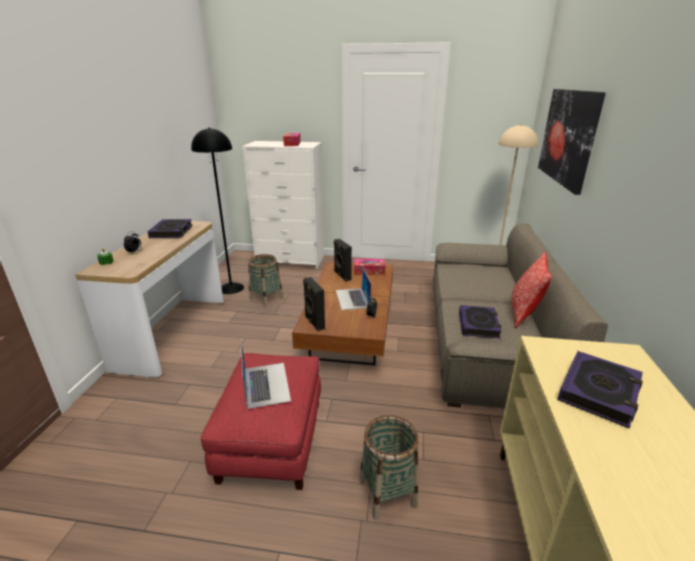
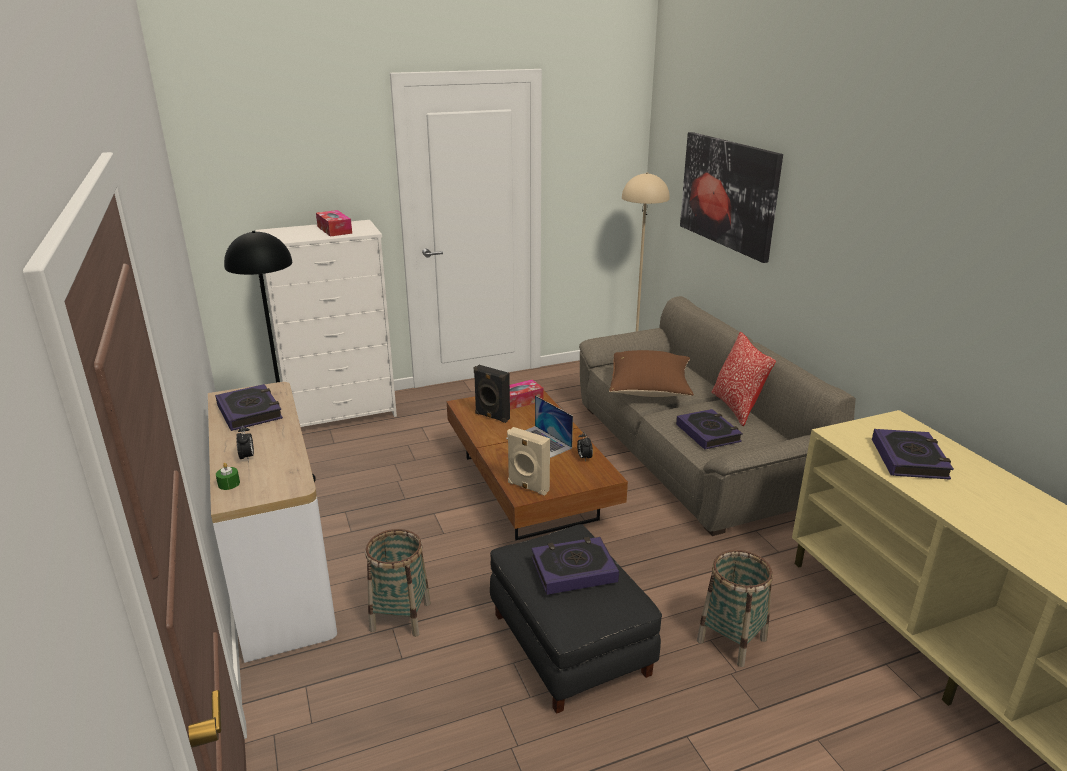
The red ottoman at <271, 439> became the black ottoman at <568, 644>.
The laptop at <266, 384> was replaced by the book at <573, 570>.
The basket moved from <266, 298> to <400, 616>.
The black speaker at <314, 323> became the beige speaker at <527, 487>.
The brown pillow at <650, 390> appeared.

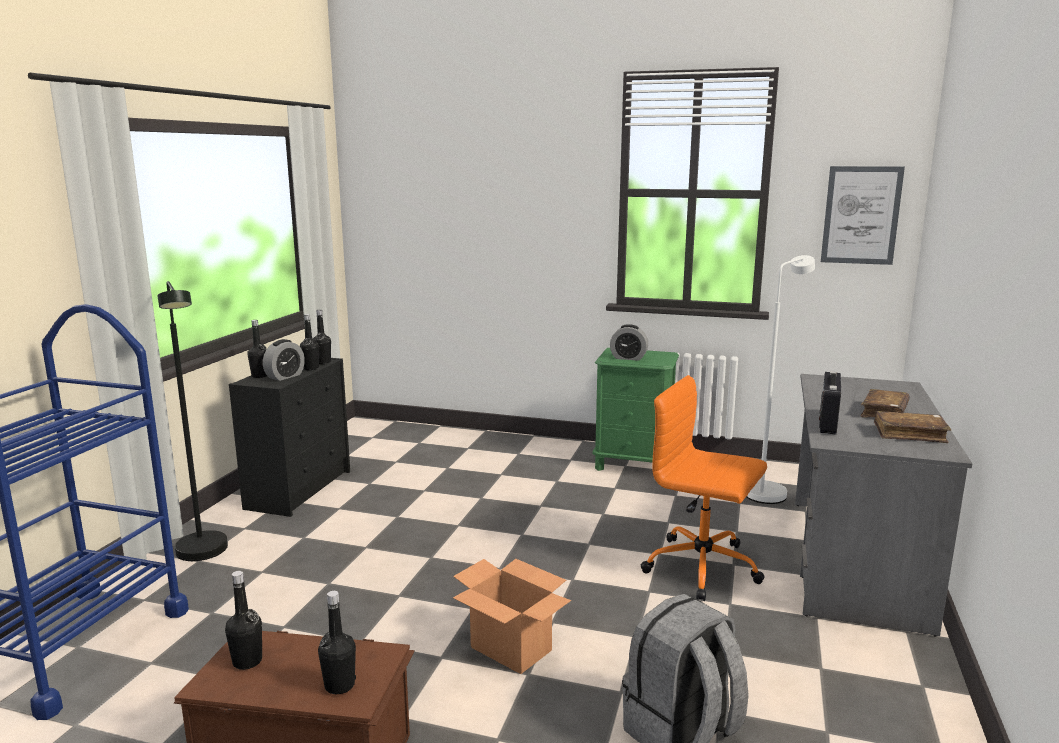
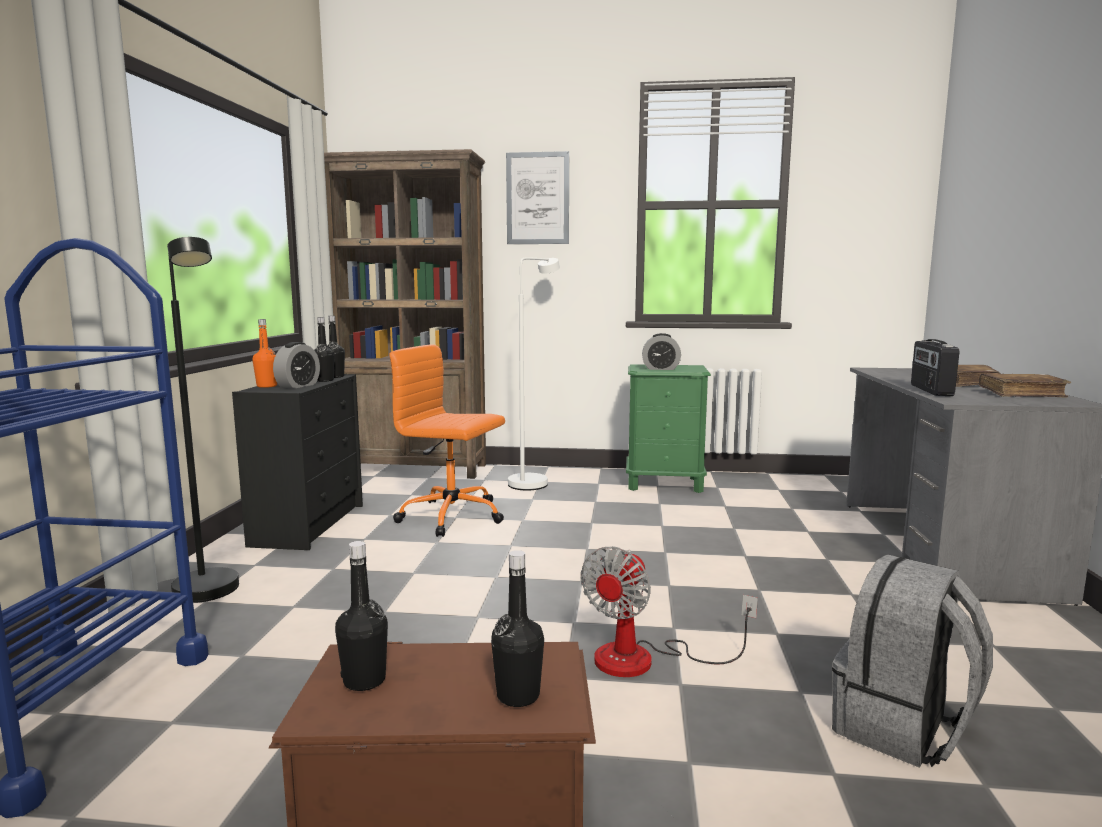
The black bottle at <260, 376> became the orange bottle at <267, 386>.
The cardboard box at <512, 649> was replaced by the fan at <644, 659>.
The orange office chair moved from <703, 568> to <453, 517>.
The white floor lamp moved from <769, 491> to <533, 481>.
The picture moved from <861, 215> to <537, 198>.
The brown bookcase at <415, 469> appeared.

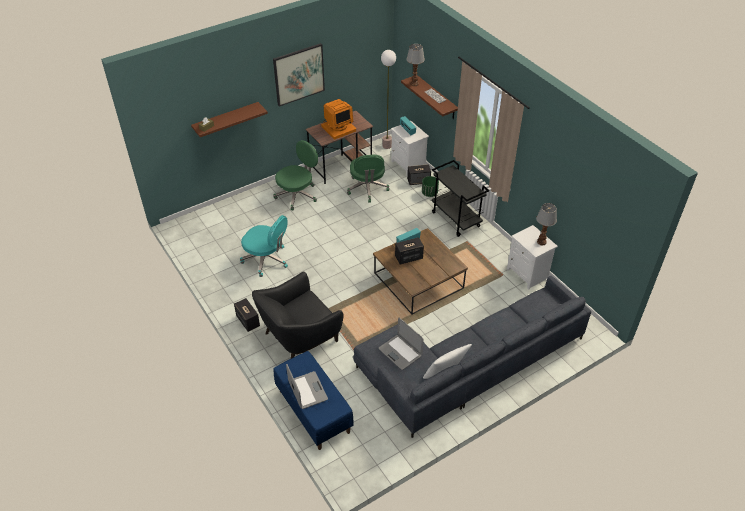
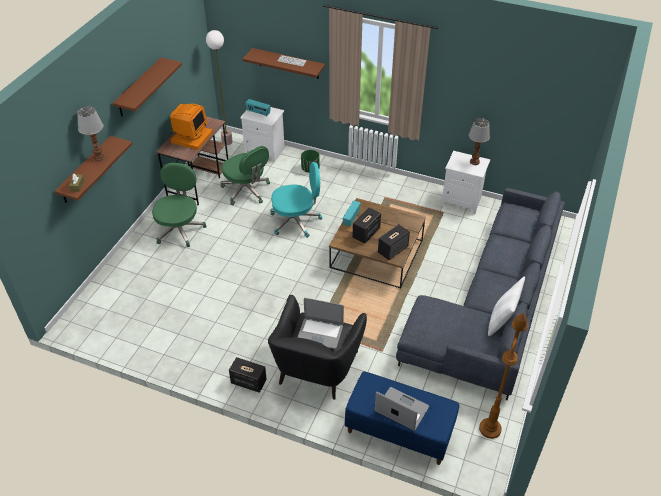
The turquoise office chair moved from <266, 260> to <296, 221>.
The picture at <299, 74> was replaced by the brown shelf at <139, 88>.
The laptop moved from <400, 352> to <320, 333>.
The table lamp moved from <414, 84> to <99, 158>.
The speaker moved from <419, 181> to <393, 249>.
The black cart at <456, 219> disappeared.
The brown floor lamp at <490, 429> appeared.

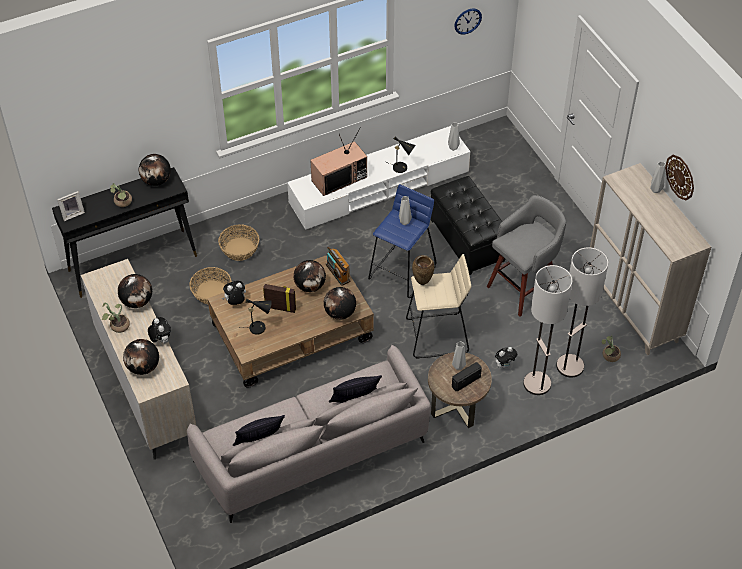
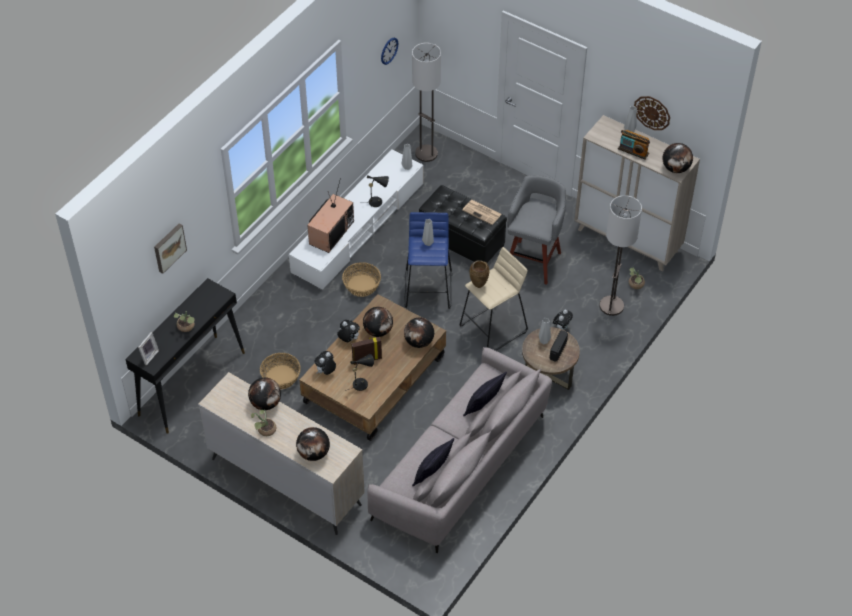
The globe moved from <156, 181> to <676, 168>.
The plush toy moved from <161, 340> to <348, 339>.
The basket moved from <240, 249> to <362, 285>.
The radio moved from <337, 273> to <633, 151>.
The floor lamp moved from <537, 383> to <426, 153>.
The picture at <169, 247> appeared.
The newspaper at <482, 212> appeared.

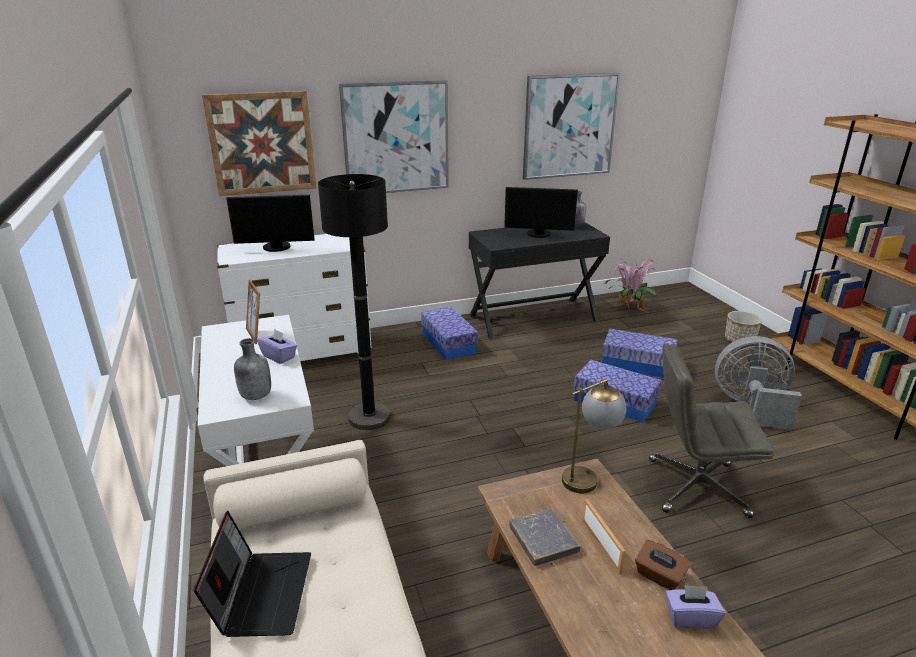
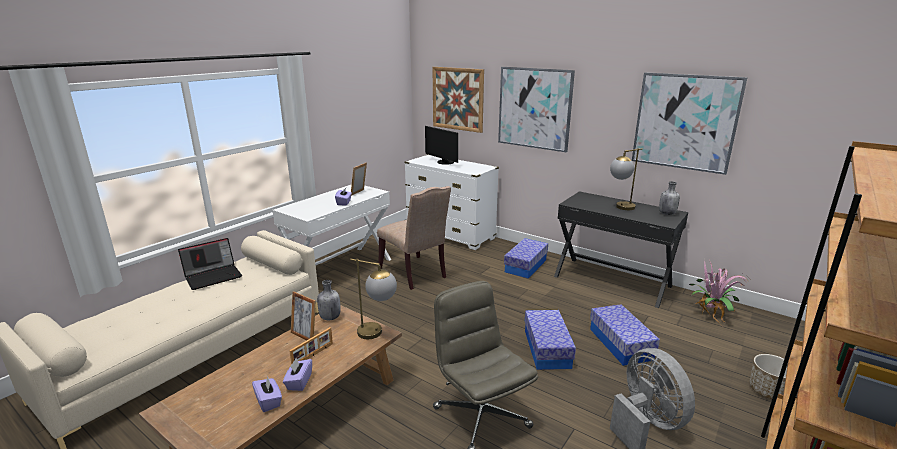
The grey bottle moved from <255, 396> to <330, 317>.
The black floor lamp at <369, 417> was replaced by the beige chair at <415, 274>.
The monitor at <539, 234> was replaced by the table lamp at <620, 208>.
The grey book at <543, 540> was replaced by the picture frame at <305, 335>.
The brown tissue box at <659, 576> became the purple tissue box at <299, 382>.

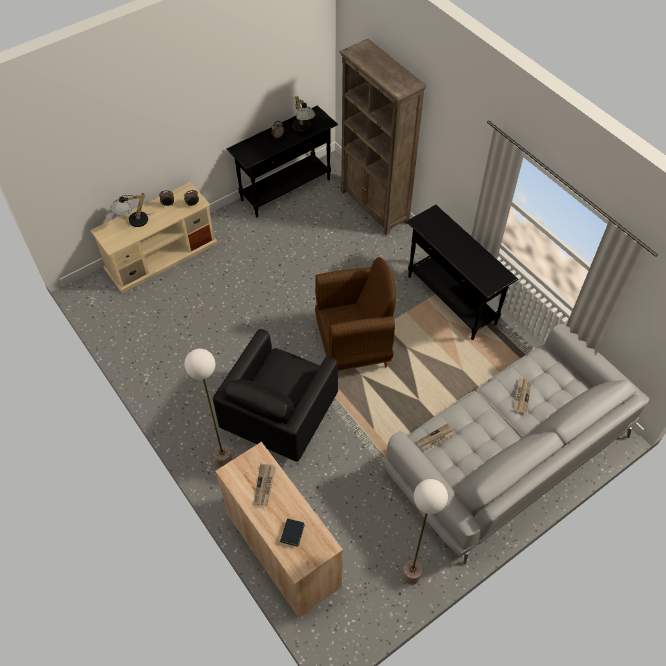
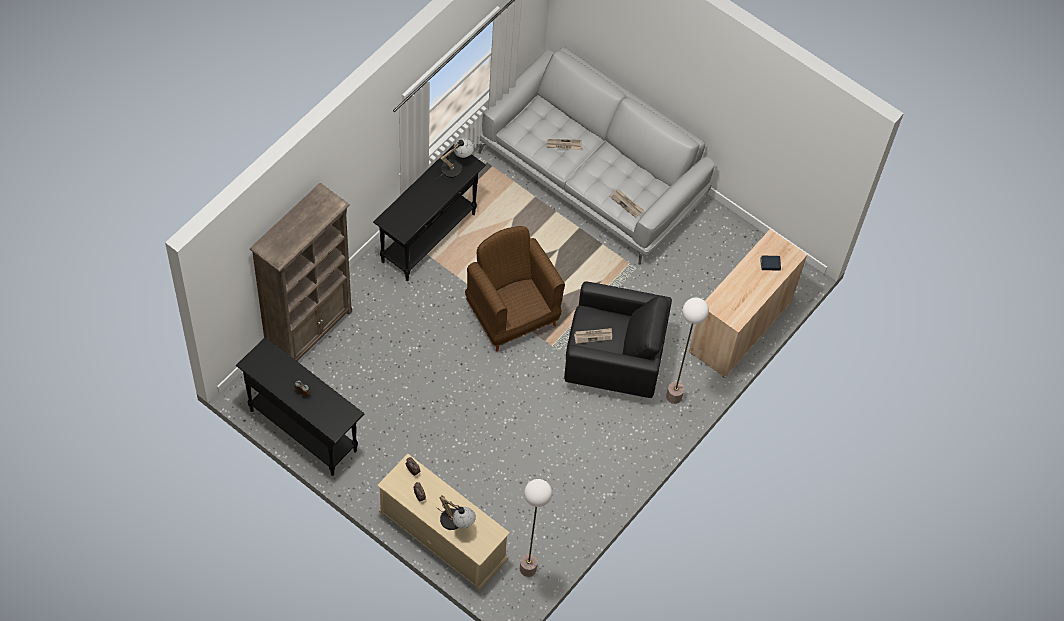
The newspaper moved from <264, 485> to <593, 336>.
The table lamp moved from <303, 129> to <456, 166>.
The floor lamp moved from <411, 575> to <527, 569>.

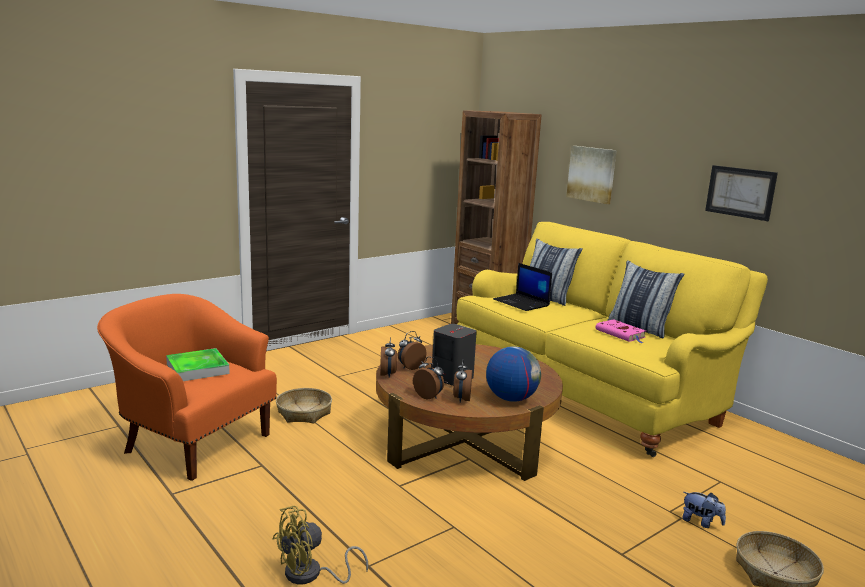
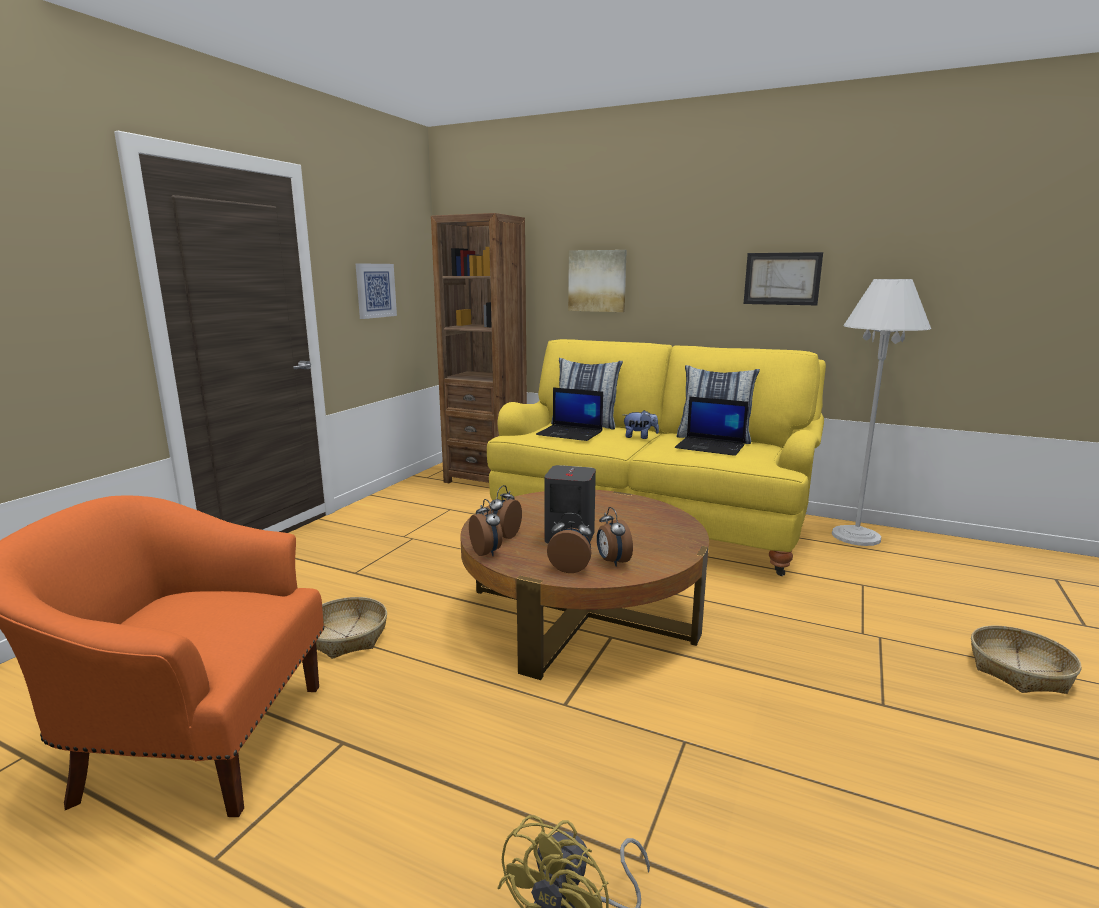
The tray at <197, 369> disappeared.
The globe at <511, 398> disappeared.
The pink book at <621, 334> was replaced by the laptop at <711, 446>.
The plush toy moved from <701, 522> to <639, 437>.
The picture at <375, 290> appeared.
The white floor lamp at <856, 536> appeared.

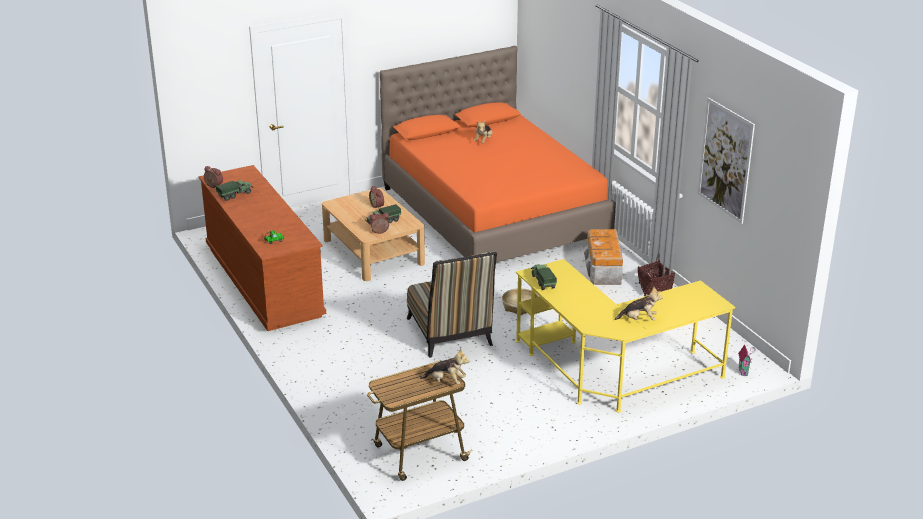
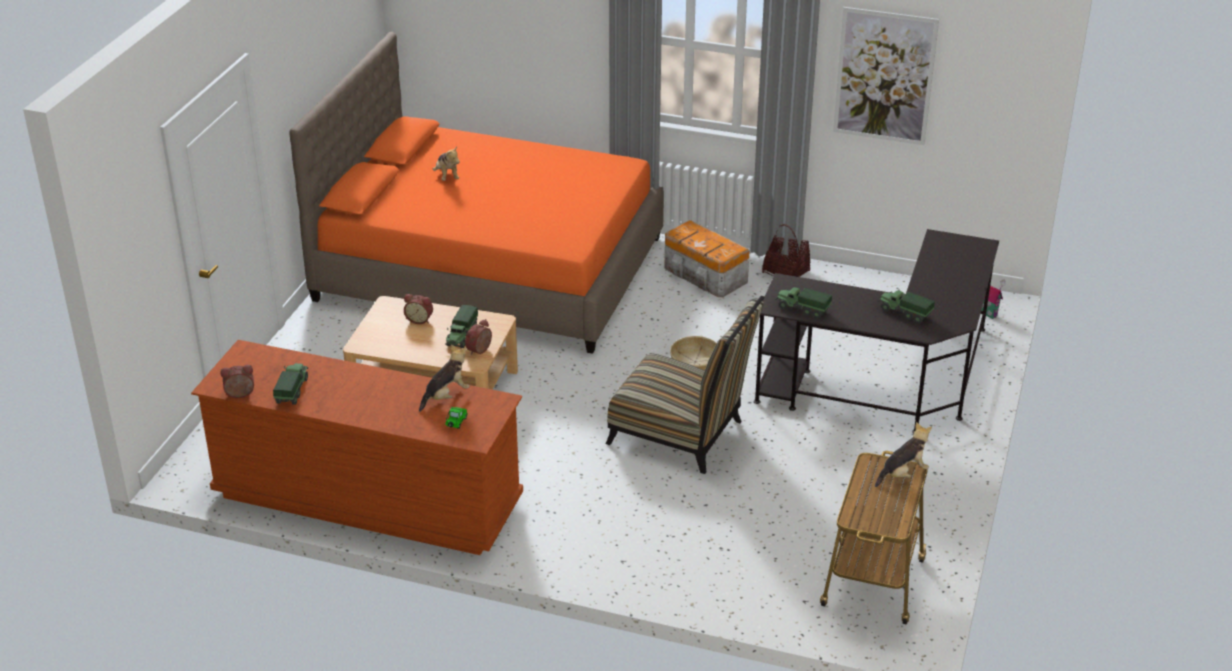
The yellow desk at <613, 372> became the black desk at <890, 381>.
The plush toy moved from <639, 319> to <446, 396>.
The toy truck at <904, 313> appeared.

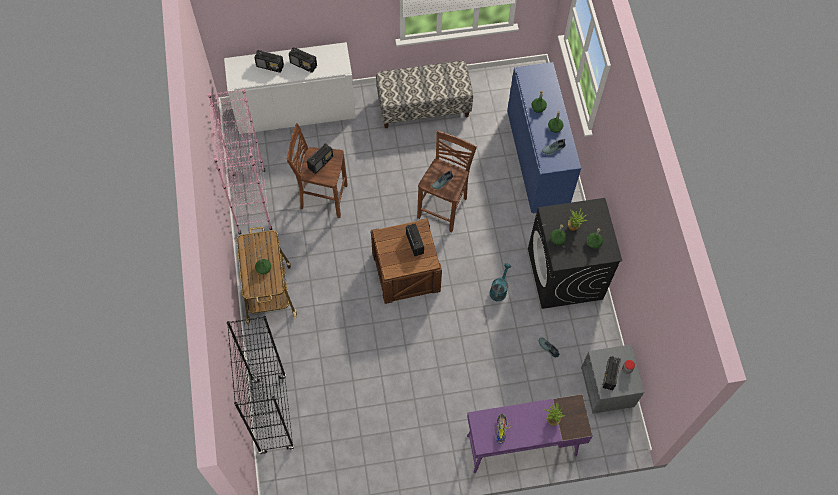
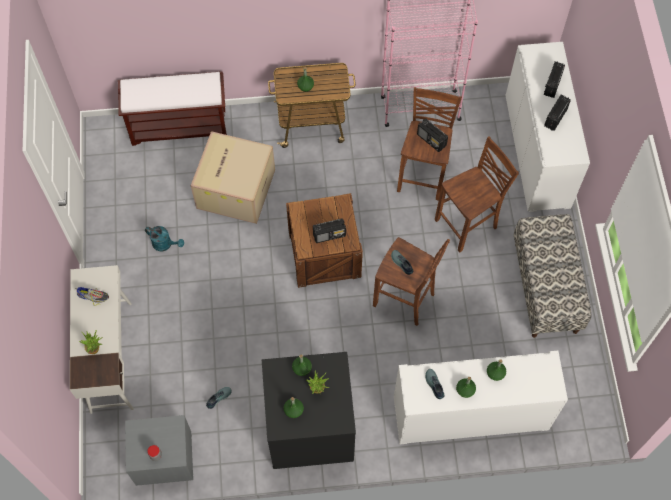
The black bookcase at <273, 414> was replaced by the brown bench at <179, 126>.
The purple desk at <521, 445> became the white desk at <111, 356>.
The turquoise watering can moved from <499, 289> to <165, 244>.
The blue cabinet at <537, 159> became the white cabinet at <470, 414>.
The radio at <609, 376> disappeared.
The cardboard box at <235, 188> appeared.
The brown stool at <468, 225> appeared.

